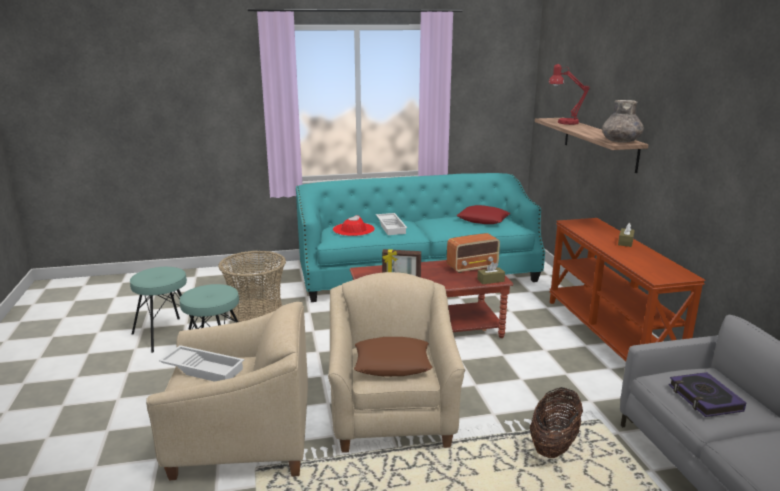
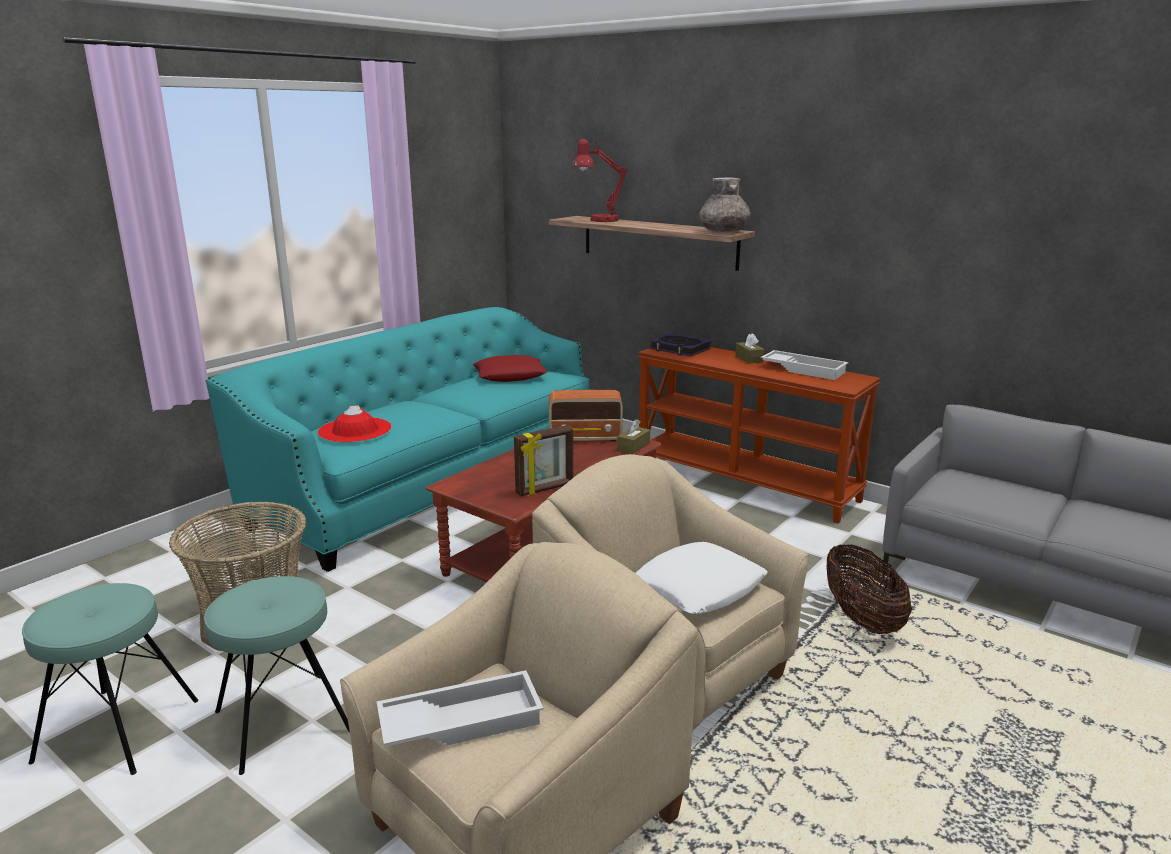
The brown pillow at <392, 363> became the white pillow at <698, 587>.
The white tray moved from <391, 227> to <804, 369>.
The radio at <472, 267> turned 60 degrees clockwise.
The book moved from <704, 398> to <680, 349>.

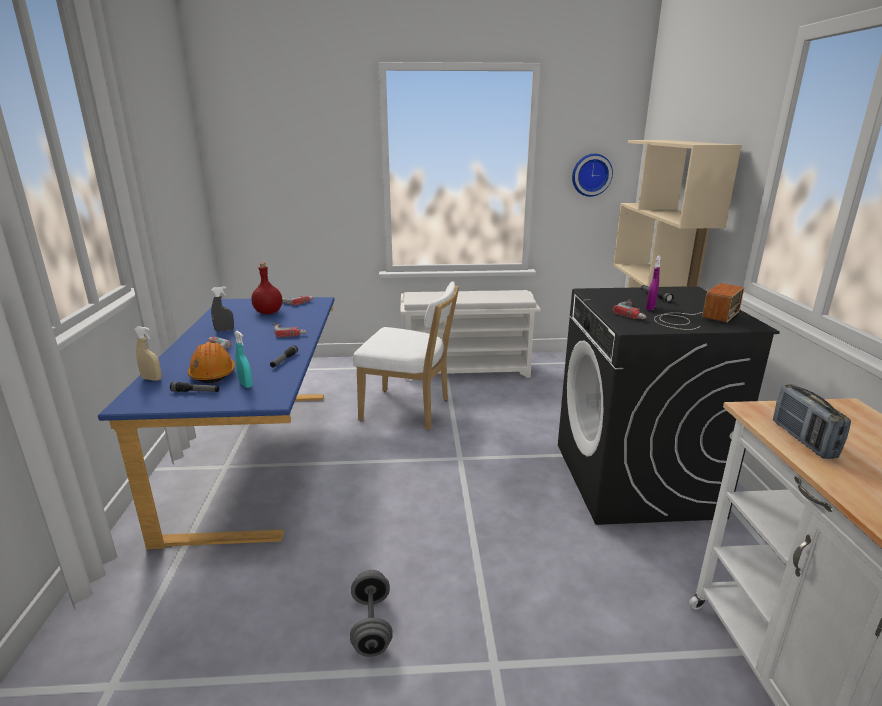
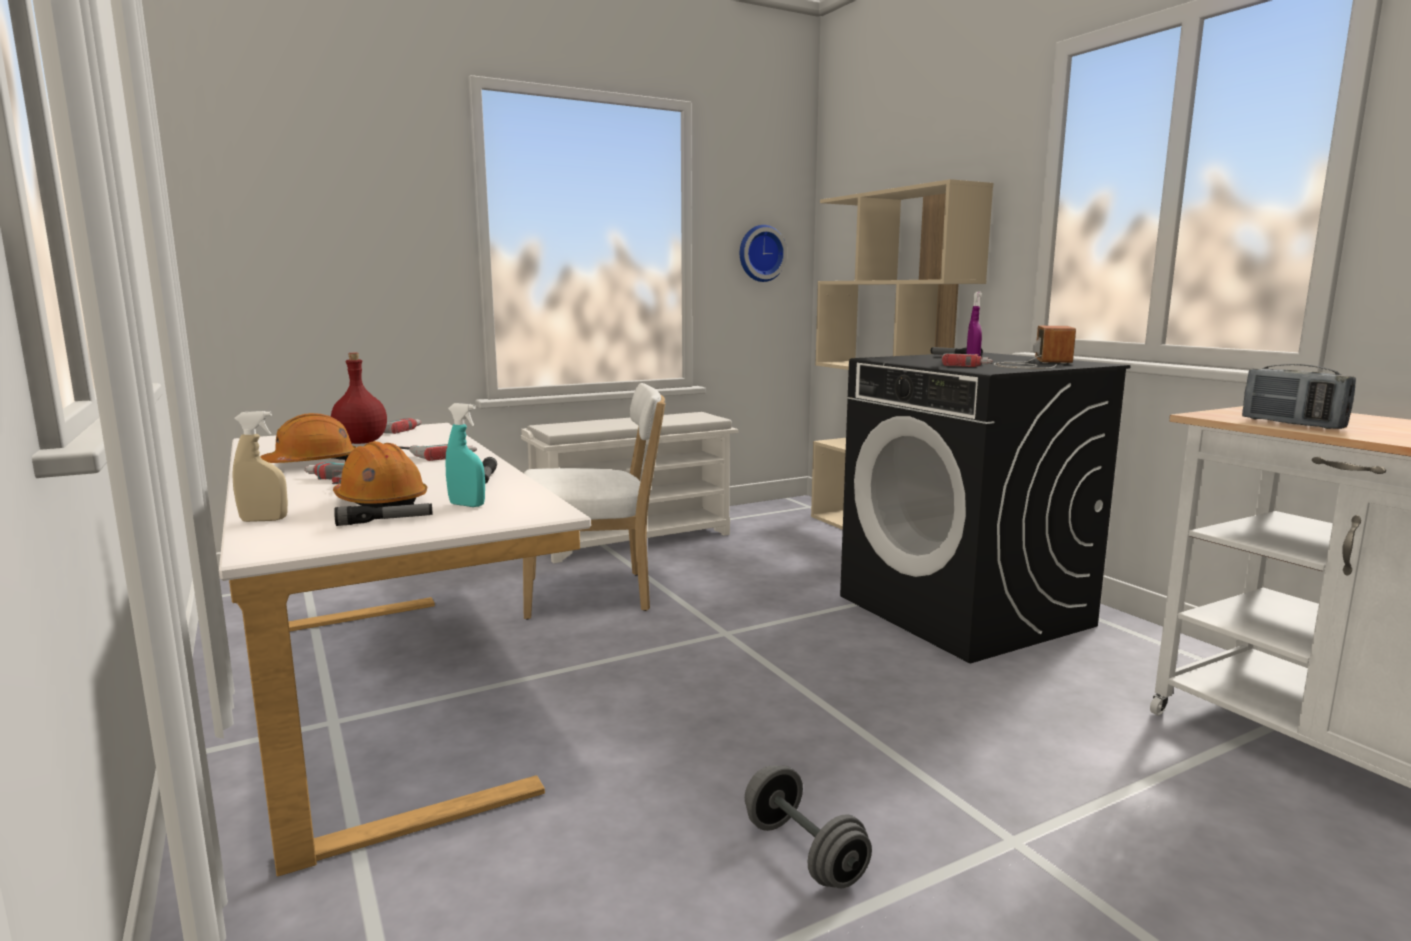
The blue desk at <262, 456> became the white desk at <393, 694>.
The grey spray bottle at <224, 330> was replaced by the orange hard hat at <312, 464>.

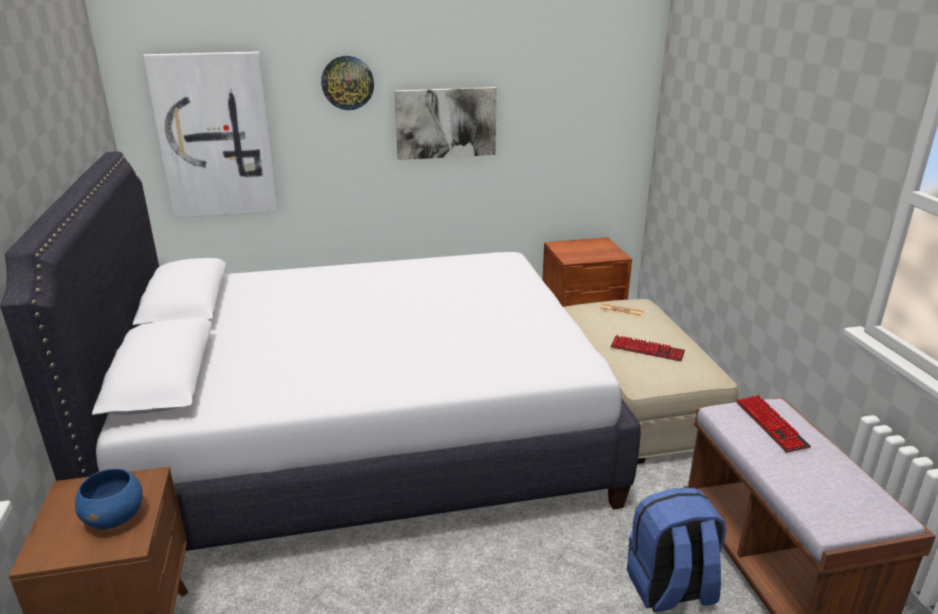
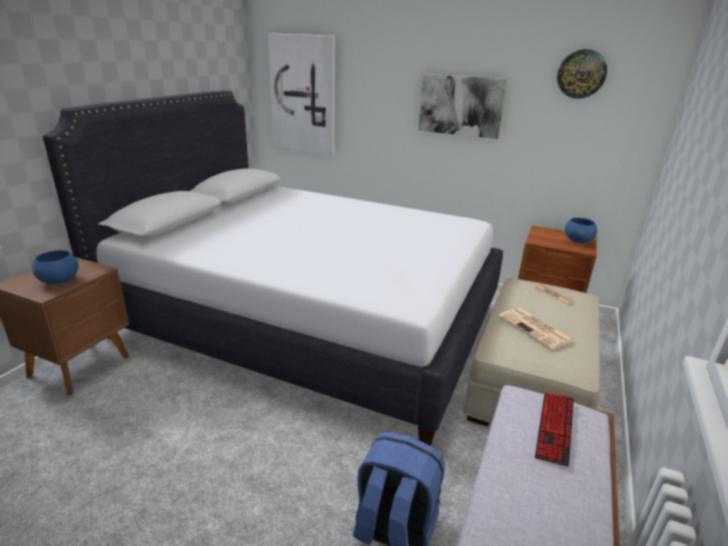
The wall clock moved from <347, 83> to <581, 74>.
The keyboard at <647, 350> was replaced by the newspaper at <536, 329>.
The blue bowl at <578, 241> appeared.

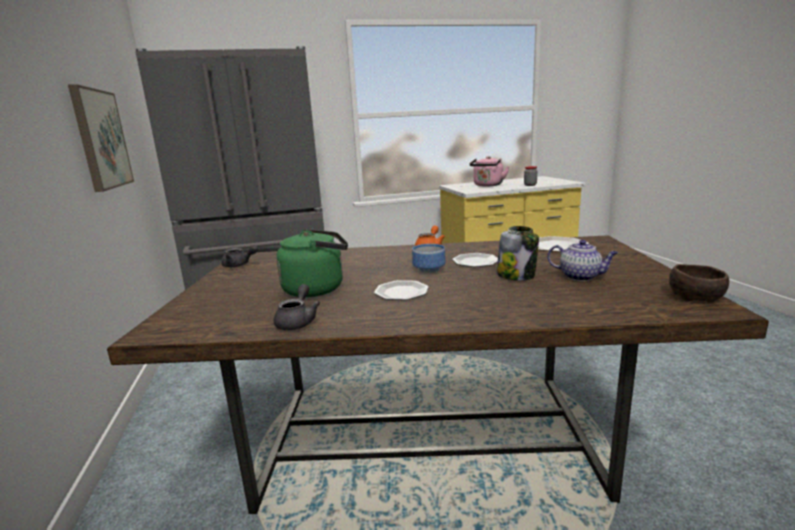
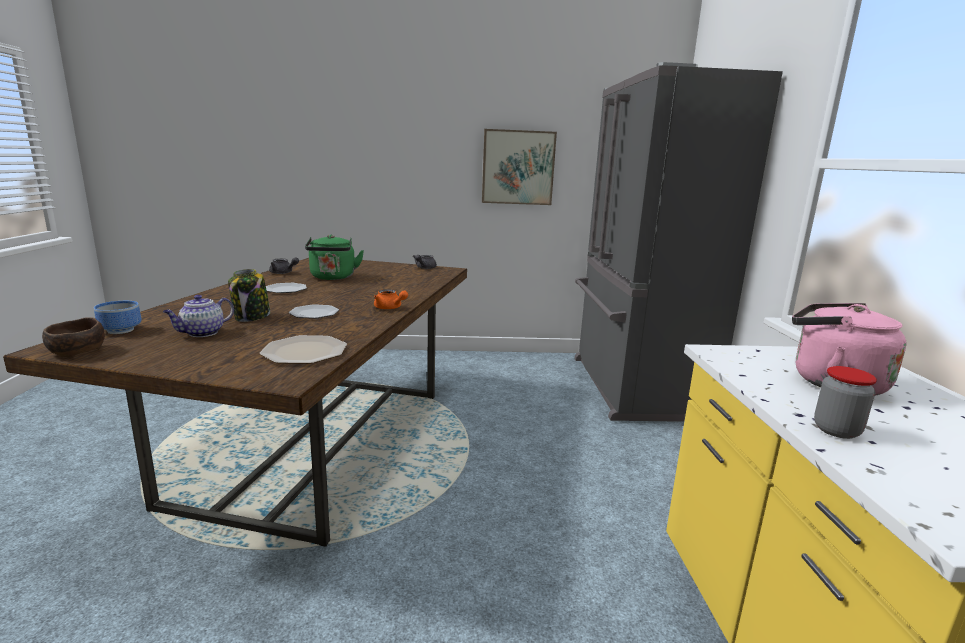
The bowl moved from <427, 269> to <122, 330>.

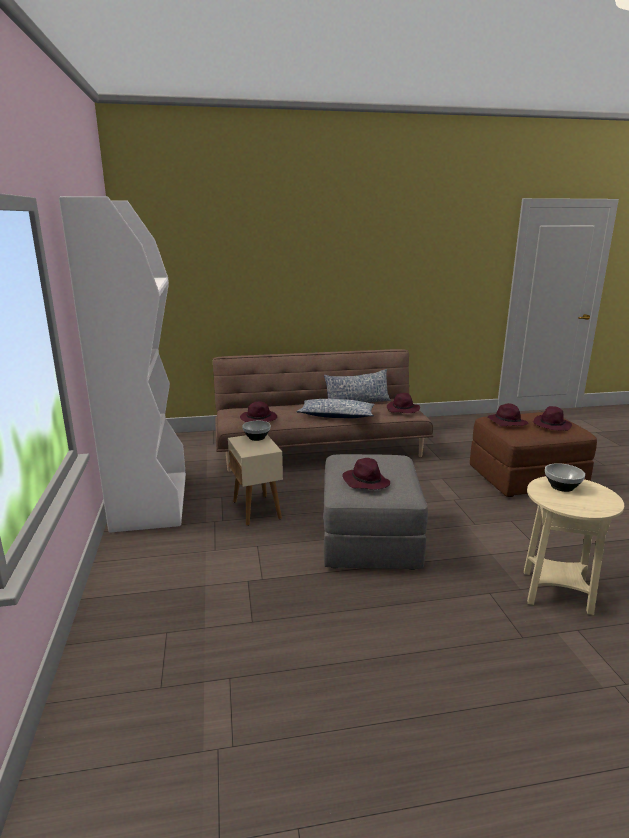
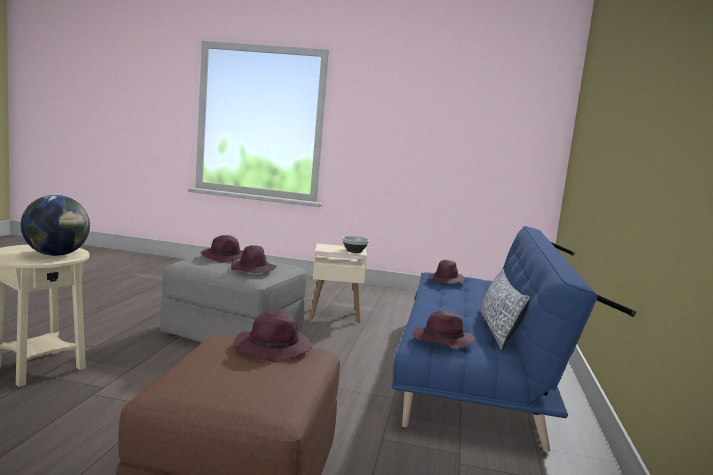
The white bookcase at <150, 501> disappeared.
The brown sofa at <319, 448> became the blue sofa at <473, 370>.
The pillow at <336, 416> disappeared.
The purple hat moved from <551, 425> to <253, 269>.
The bowl at <561, 487> was replaced by the globe at <56, 255>.

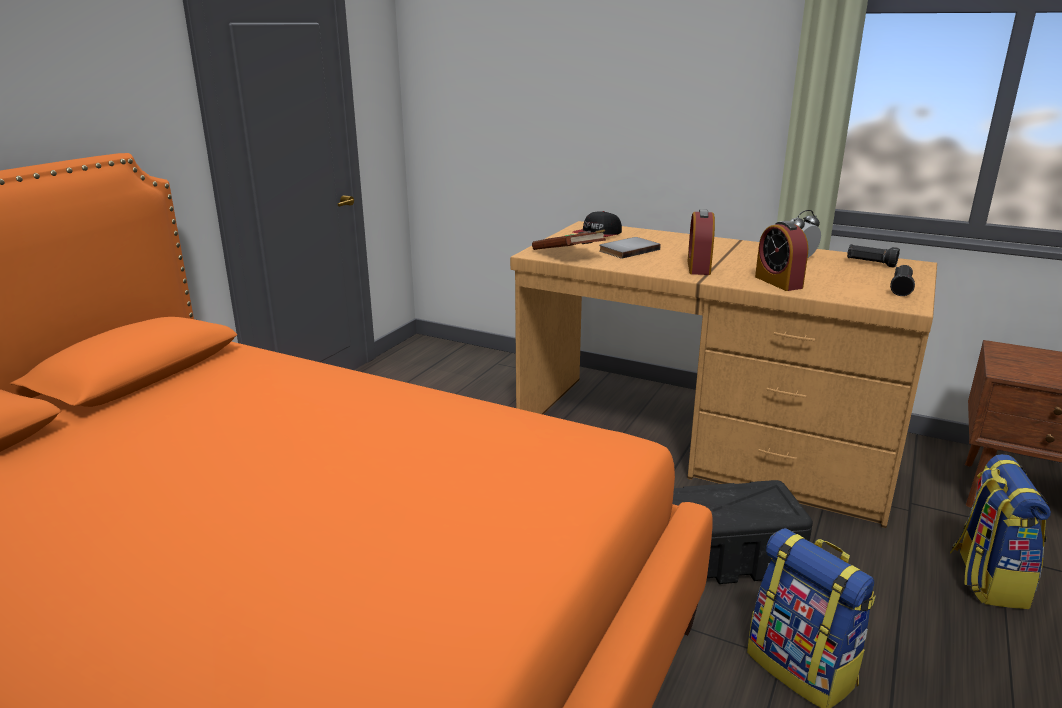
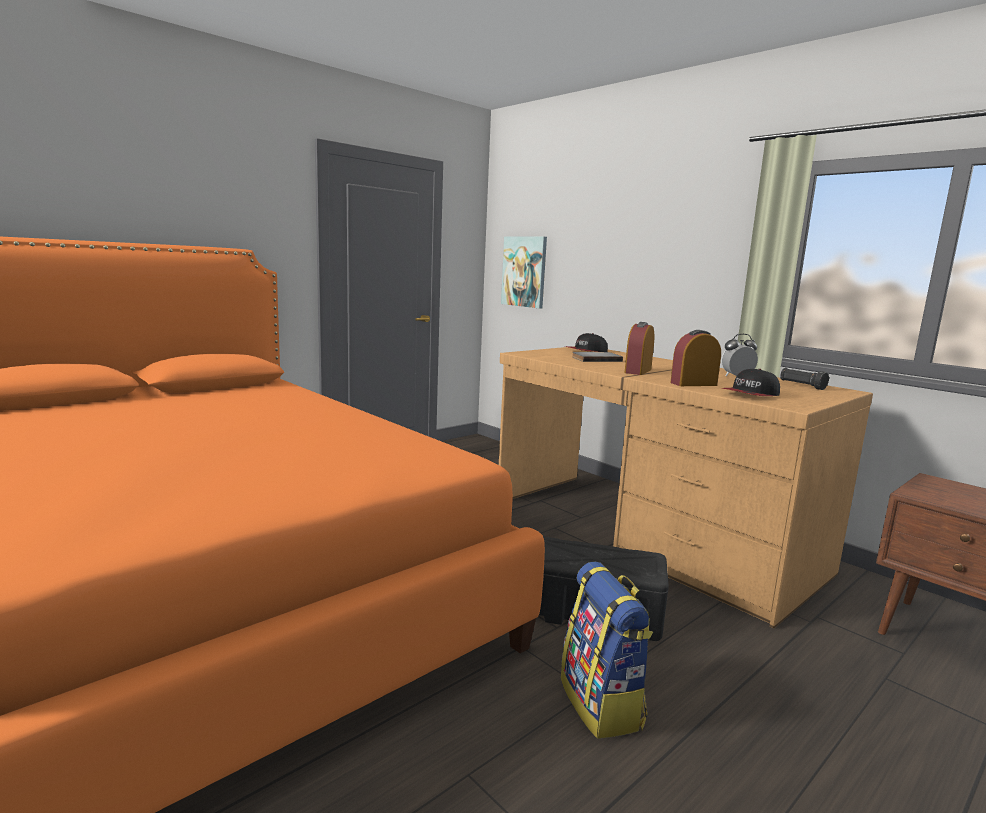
The brown book at <569, 255> disappeared.
The alarm clock at <778, 282> turned 75 degrees clockwise.
The black flashlight at <901, 289> disappeared.
The backpack at <987, 579> disappeared.
The picture at <524, 271> appeared.
The cap at <751, 394> appeared.

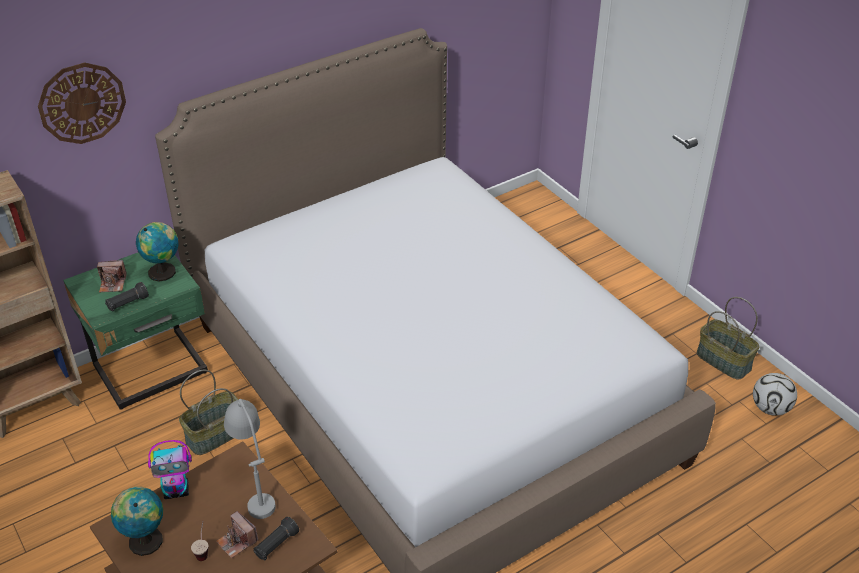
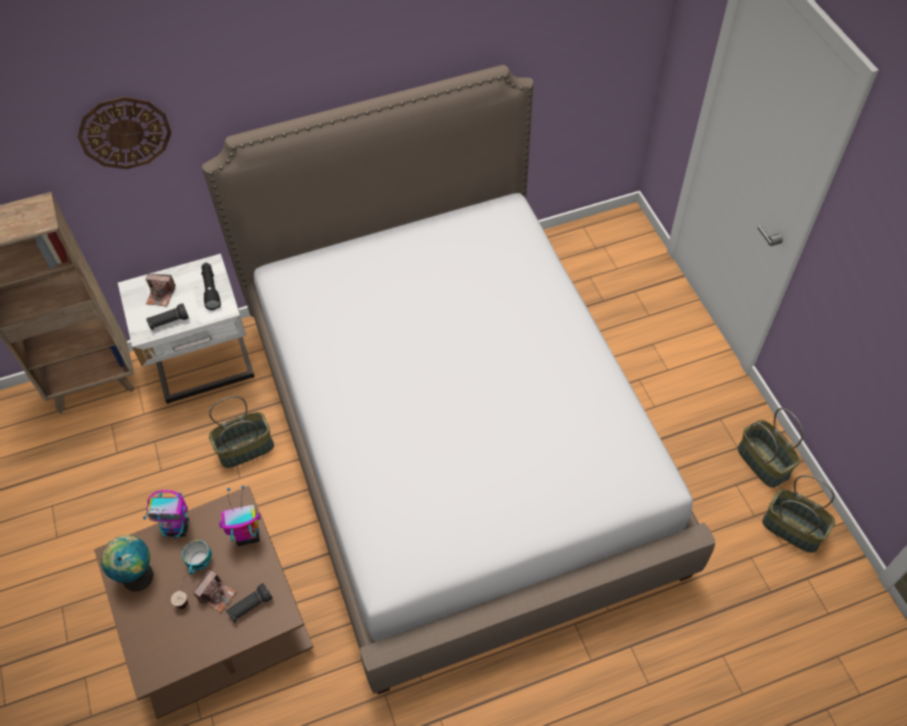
The green nightstand at <153, 371> became the white nightstand at <205, 366>.
The globe at <164, 271> was replaced by the black flashlight at <211, 289>.
The photo camera at <237, 541> turned 120 degrees counterclockwise.
The grey table lamp at <254, 484> was replaced by the toy robot at <247, 536>.
The football at <770, 408> was replaced by the basket at <793, 528>.
The cup at <200, 562> appeared.

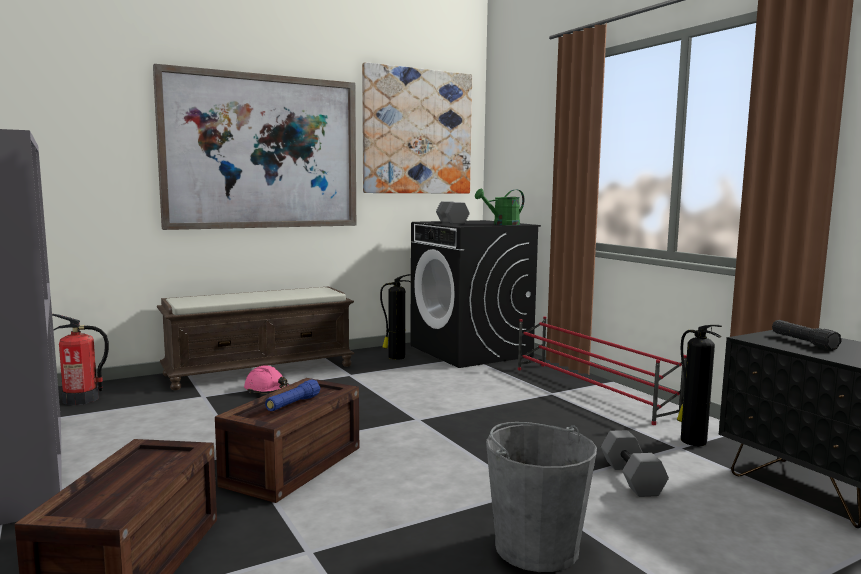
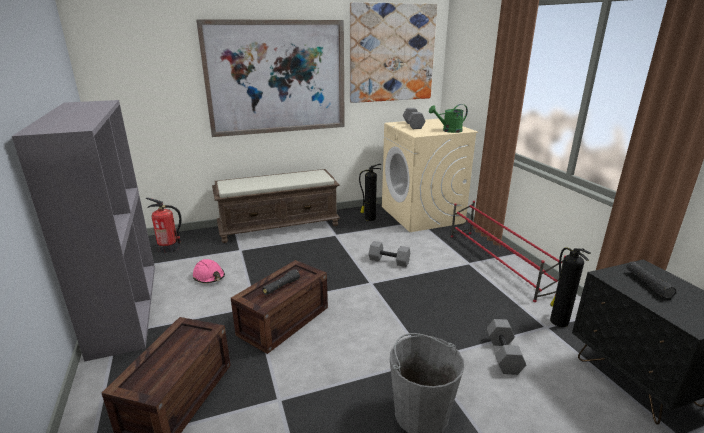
The pink hard hat moved from <267, 390> to <209, 277>.
The blue flashlight at <293, 404> became the black flashlight at <281, 287>.
The black washing machine at <471, 351> became the beige washing machine at <422, 215>.
The grey dumbbell at <389, 261> appeared.

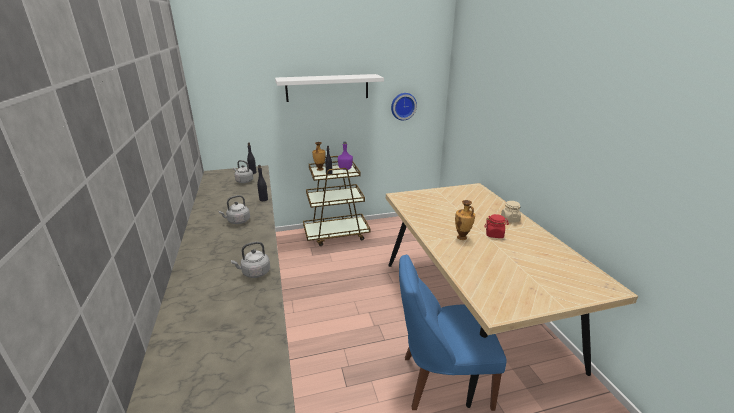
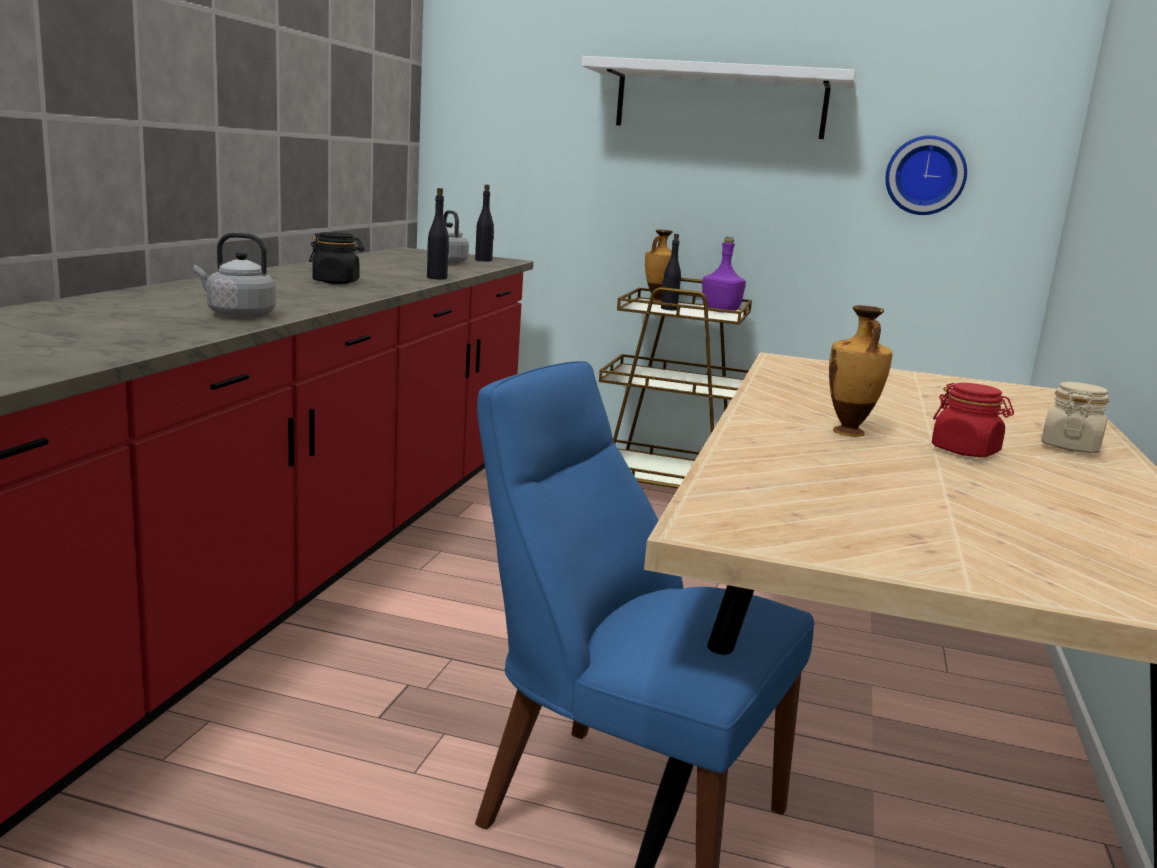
The grey kettle at <237, 221> was replaced by the black jar at <336, 282>.

